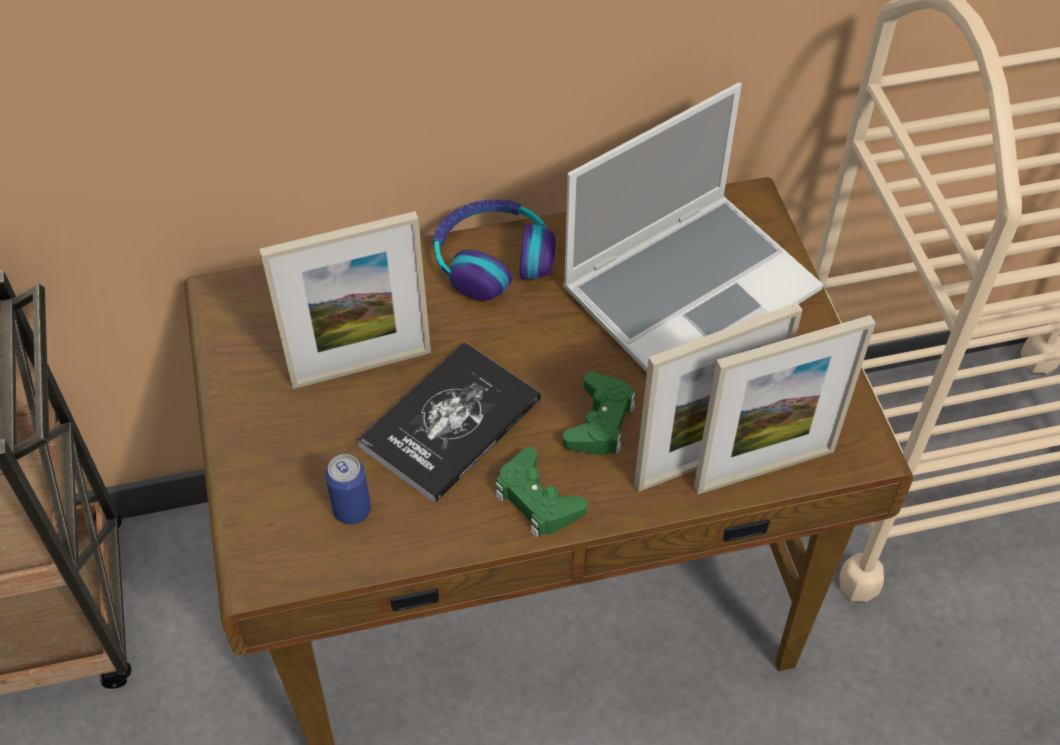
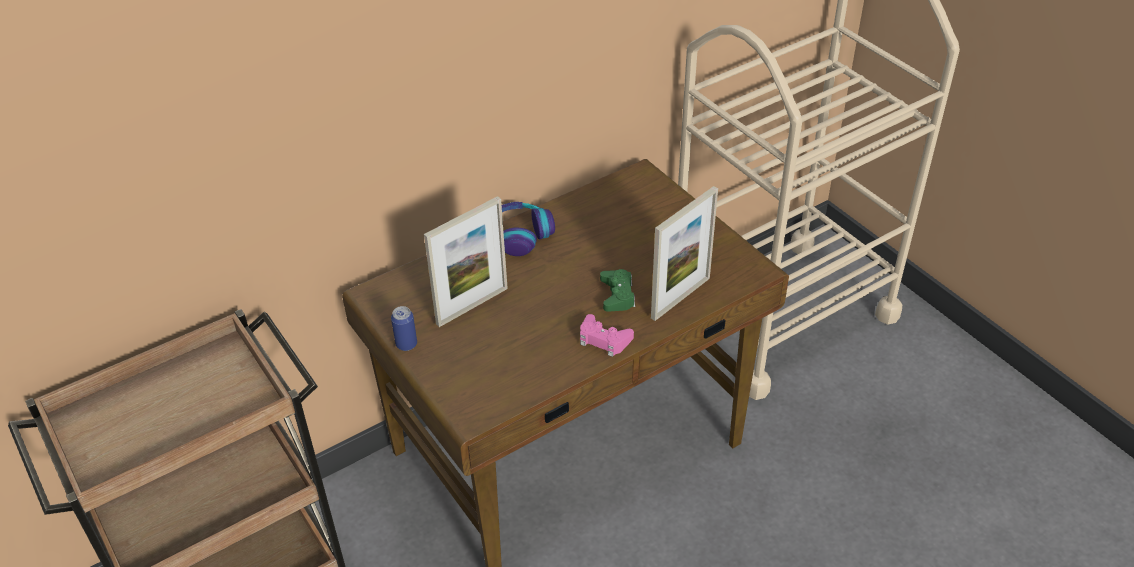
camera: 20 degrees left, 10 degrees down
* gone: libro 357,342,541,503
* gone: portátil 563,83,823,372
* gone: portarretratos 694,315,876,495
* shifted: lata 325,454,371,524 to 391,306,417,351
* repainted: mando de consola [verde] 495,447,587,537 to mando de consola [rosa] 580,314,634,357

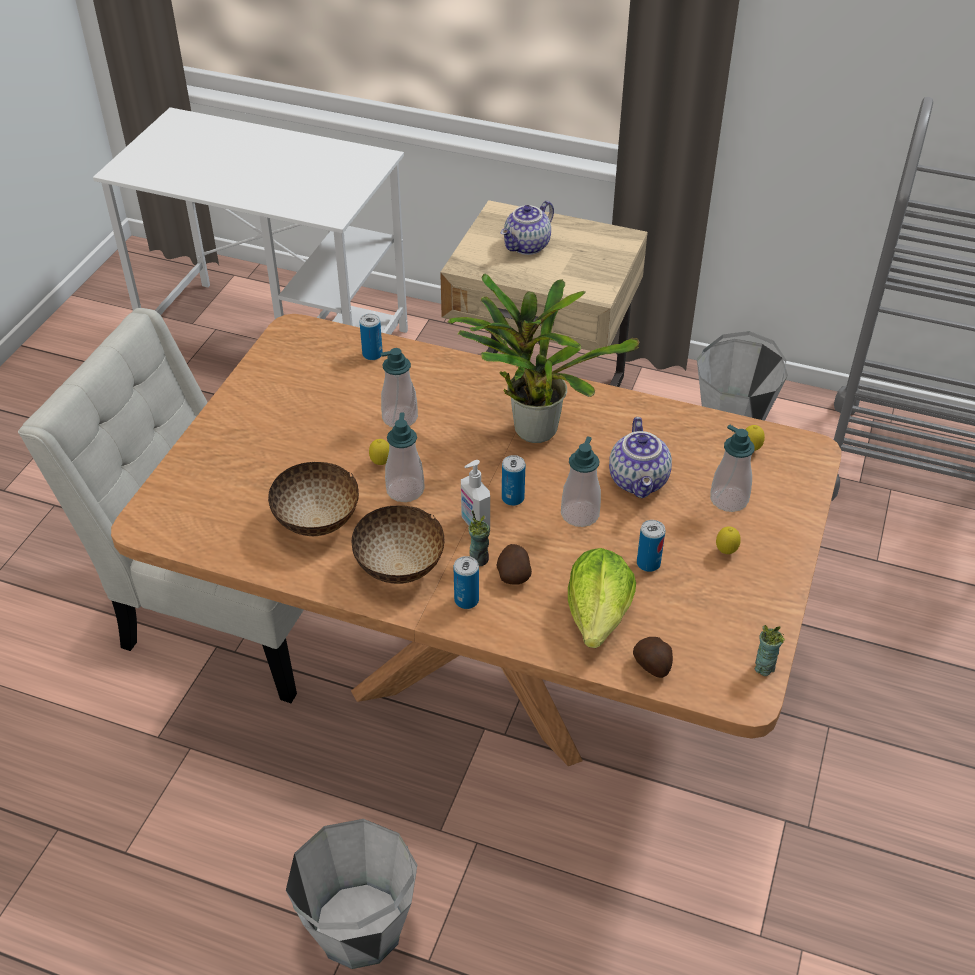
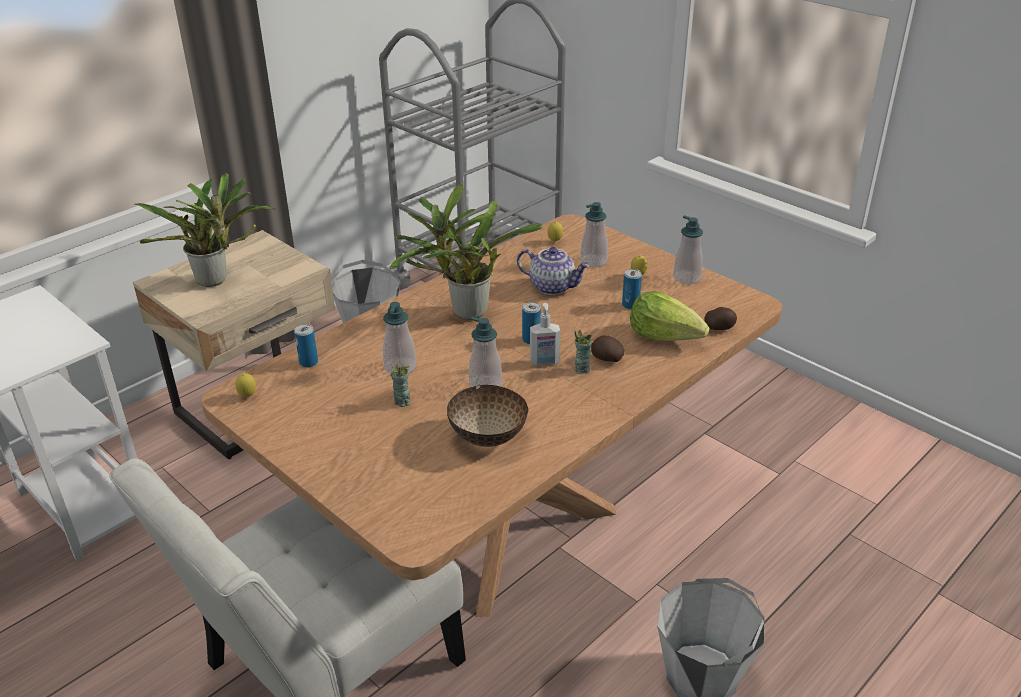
camera: 65 degrees left, 10 degrees down
* gone: cuenco 351,505,444,584
* gone: lata 453,556,479,609
* shifted: limón 369,439,389,465 to 235,373,256,397
* shifted: dispensador de jabón 561,437,601,527 to 673,215,703,285
* shifted: taza 755,625,785,676 to 391,364,410,407
* swapped: tetera 501,201,554,255 to planta en maceta 134,173,276,287

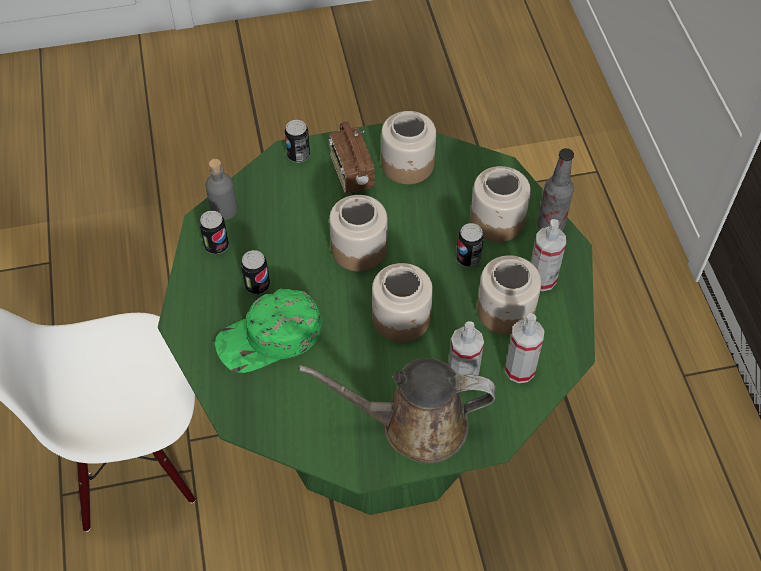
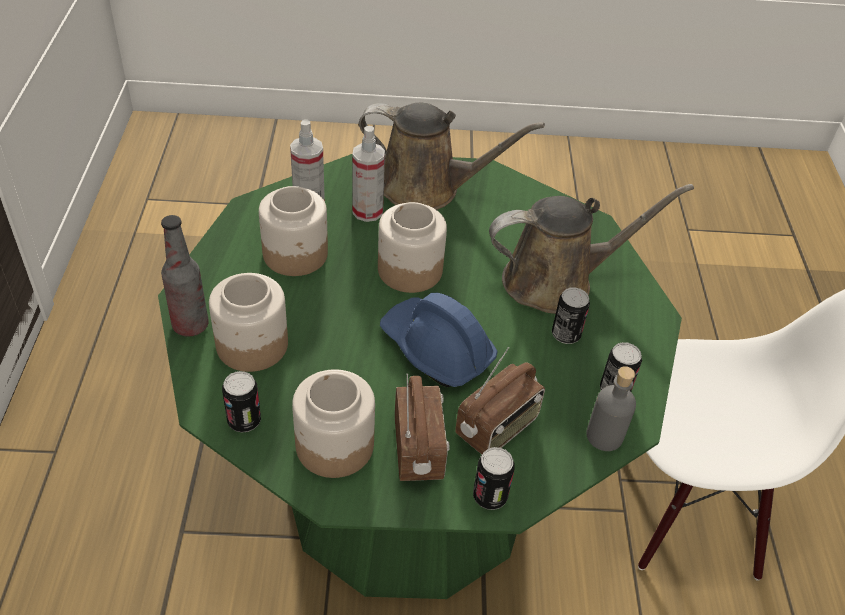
camera: 170 degrees left, 10 degrees down
* gone: pulverizador 531,219,566,291
* new: radio 455,347,545,455
* shifted: lata 456,223,484,267 to 222,371,261,433
* swapped: gorra [verde] 215,288,322,373 to regadera [marrón] 489,184,694,314
* swapped: tarro 329,195,388,272 to casco [azul] 380,293,498,387

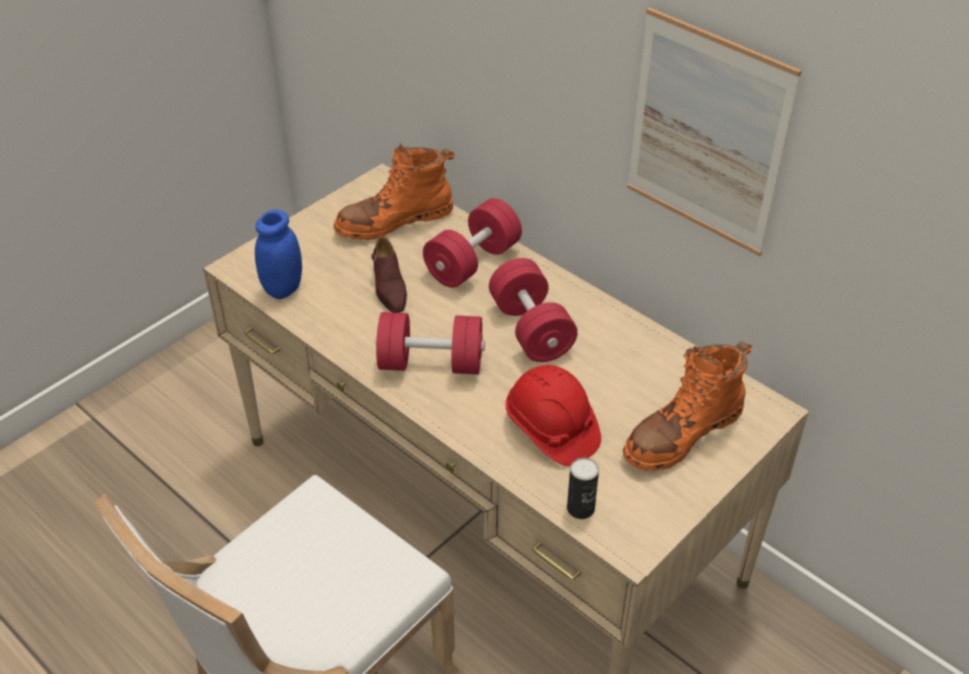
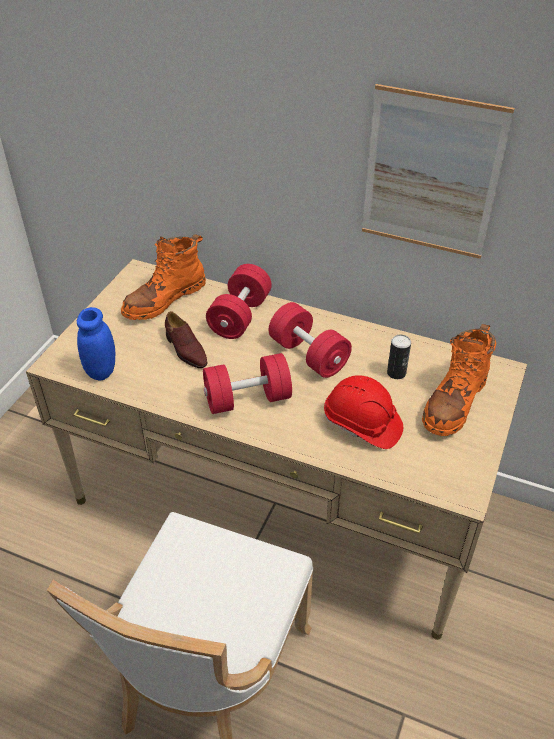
camera: 20 degrees left, 0 degrees up
* shifted: lata 567,457,599,519 to 387,335,411,379

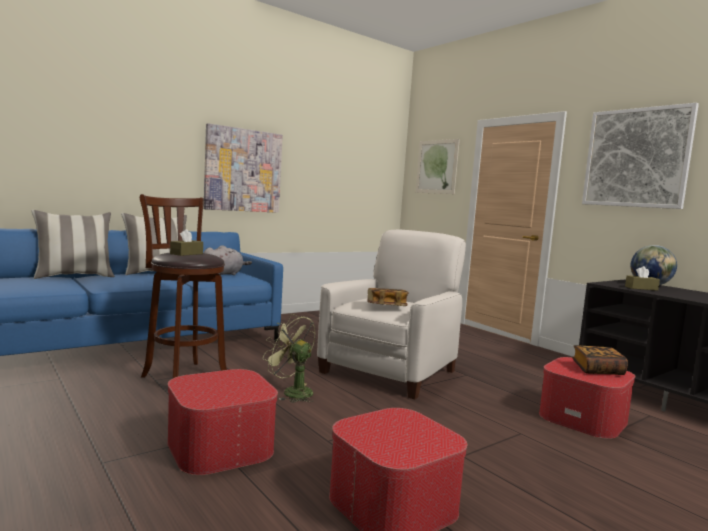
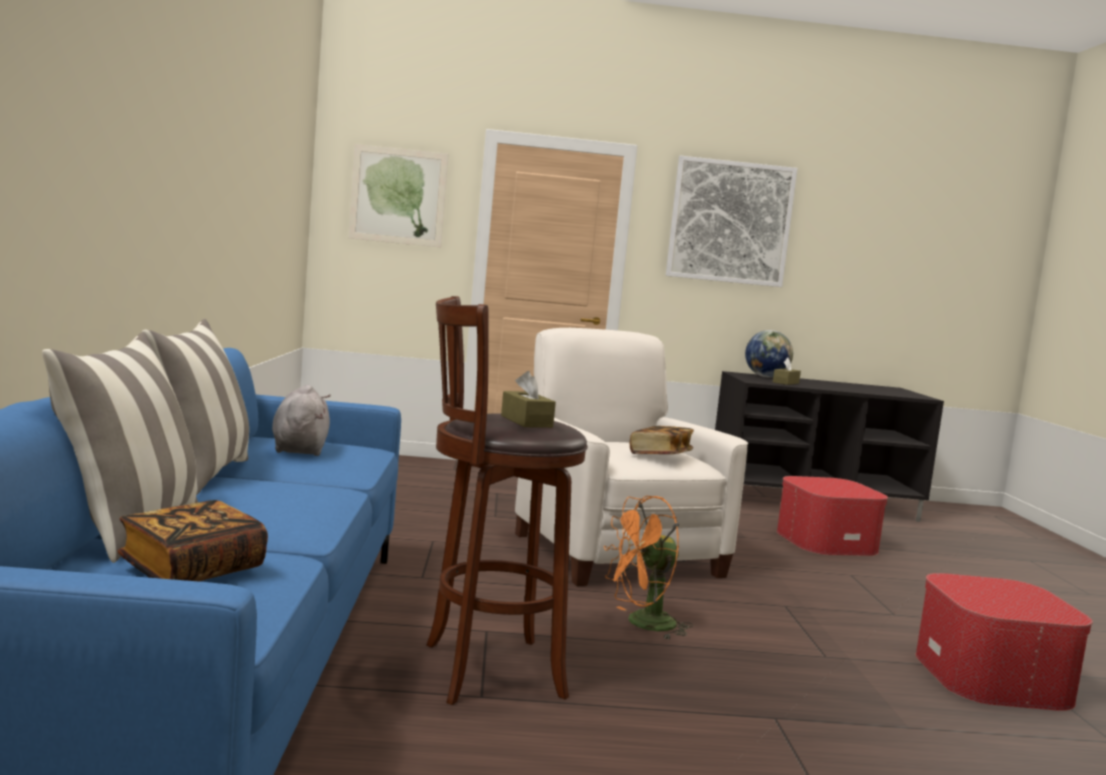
camera: 55 degrees left, 0 degrees up
* gone: puf 167,369,278,475
* gone: cuadro 203,123,283,213
* shifted: libro 572,345,628,375 to 118,500,268,582
* repainted: ventilador [verde] 263,314,316,403 to ventilador [naranja] 604,496,693,639

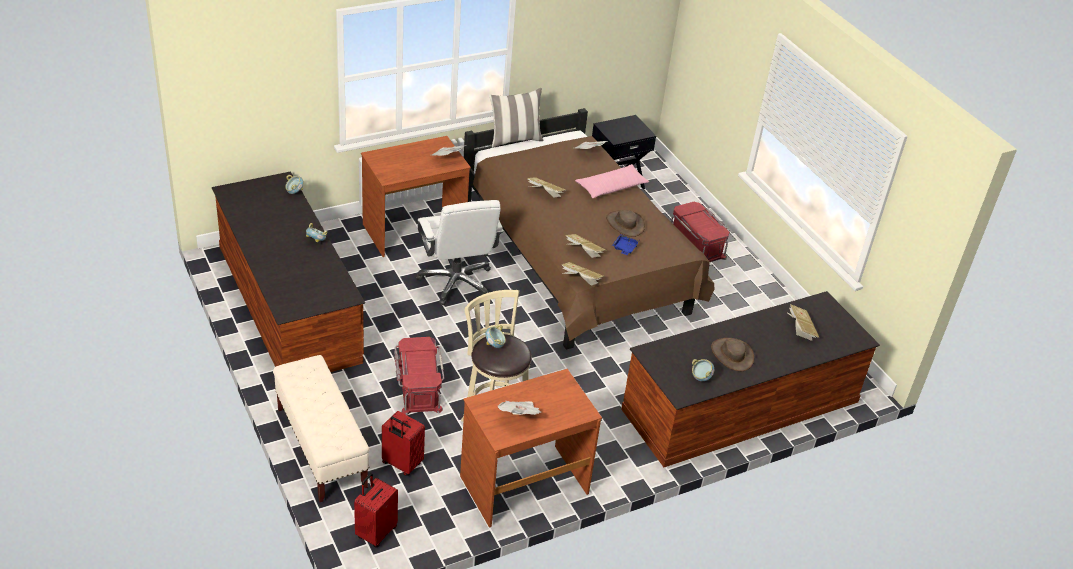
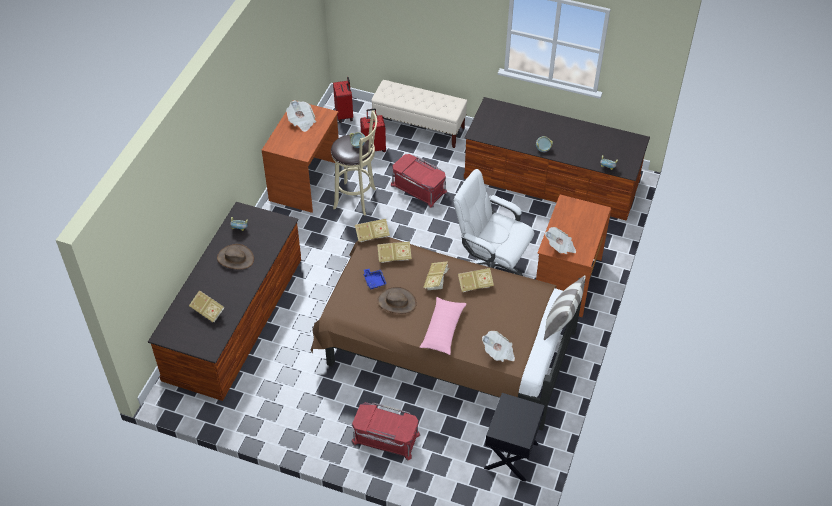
camera: 140 degrees right, 10 degrees up
* new: libro 423,261,449,290

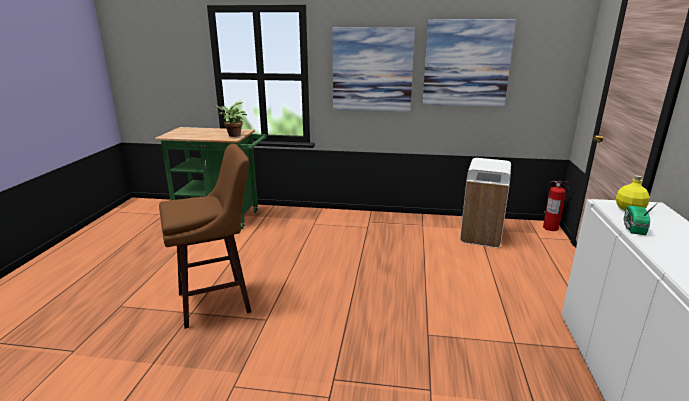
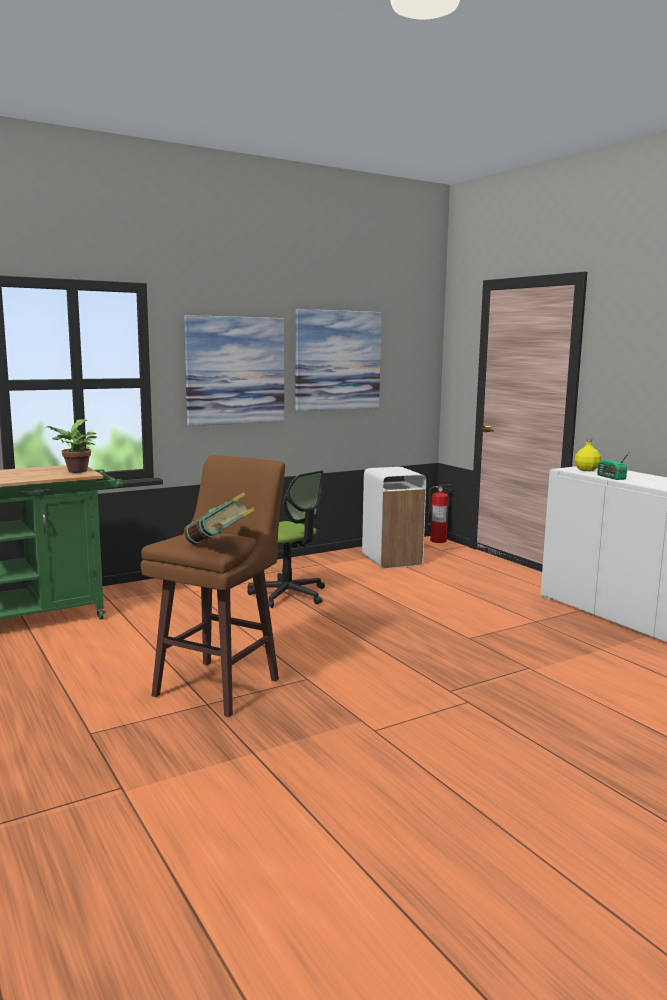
camera: 40 degrees left, 10 degrees down
* new: libro 184,492,255,545
* new: silla de oficina 247,470,325,608

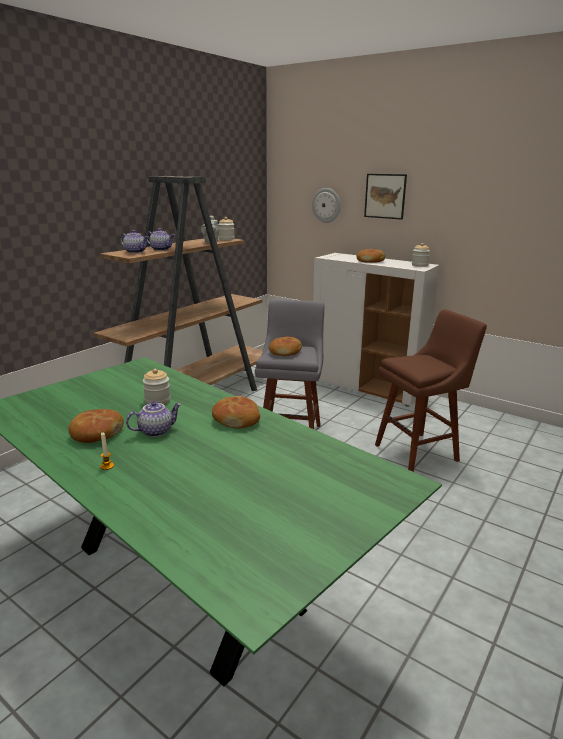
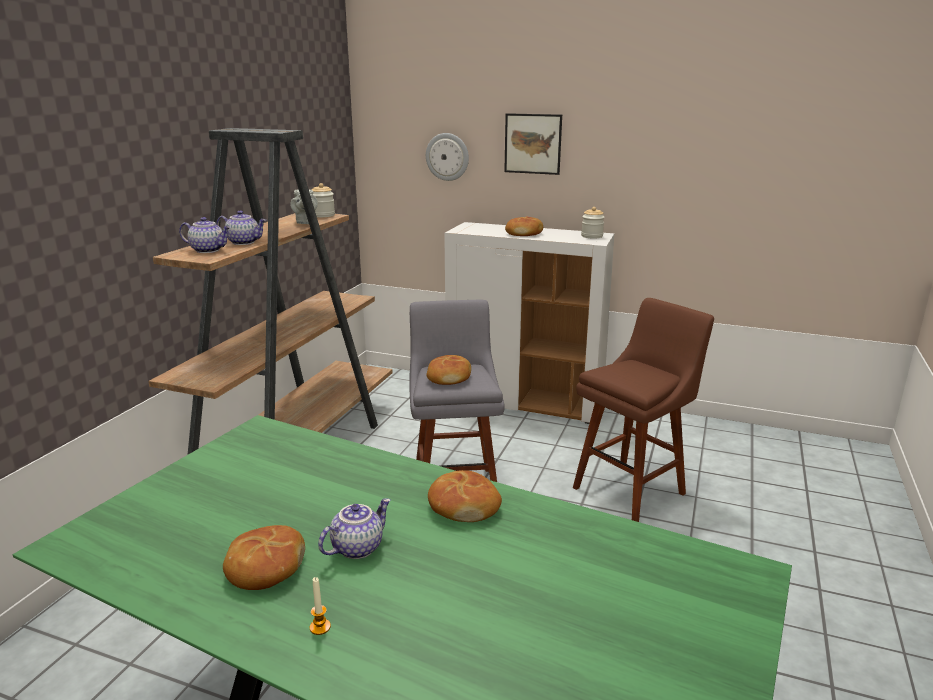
camera: 15 degrees left, 0 degrees up
* gone: tarro 143,369,171,405

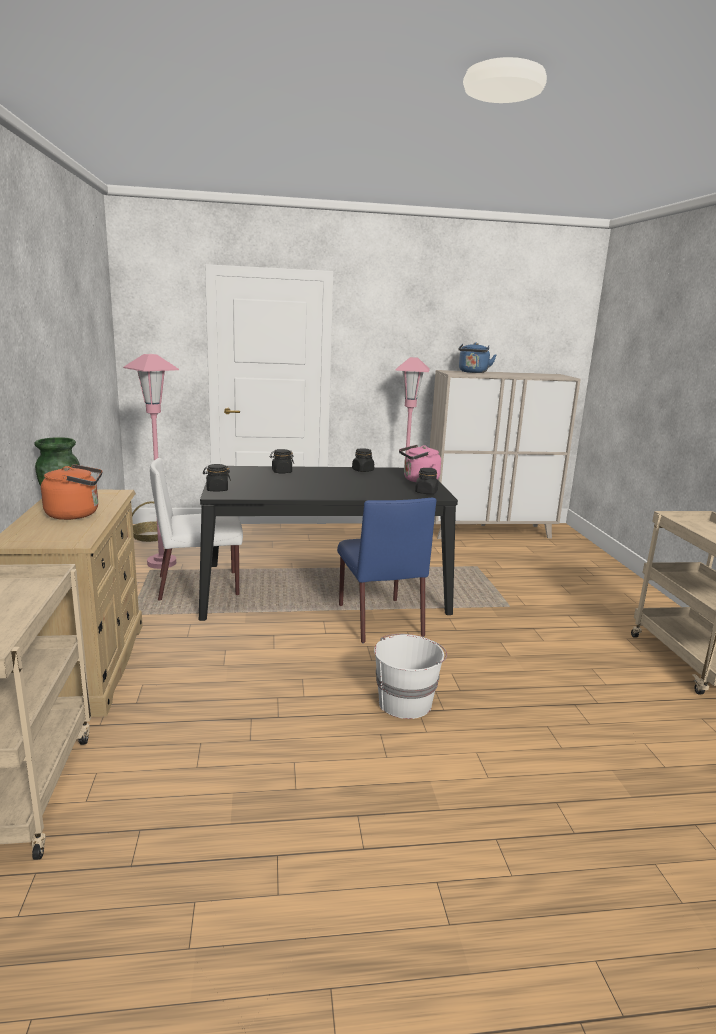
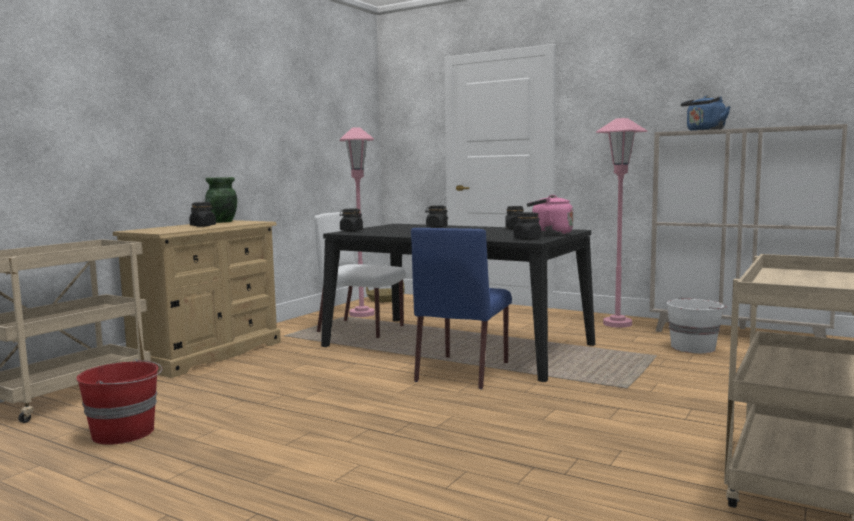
camera: 40 degrees right, 10 degrees down
* new: cubo [rojo] 76,359,162,445
* shifted: cubo [blanco] 374,634,447,719 to 667,297,727,353
* swapped: hervidor [naranja] 41,464,103,520 to tarro [negro] 189,202,216,227

